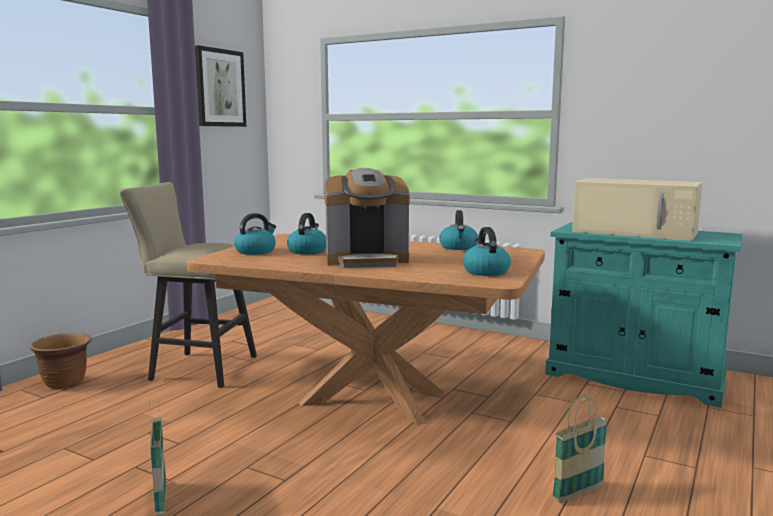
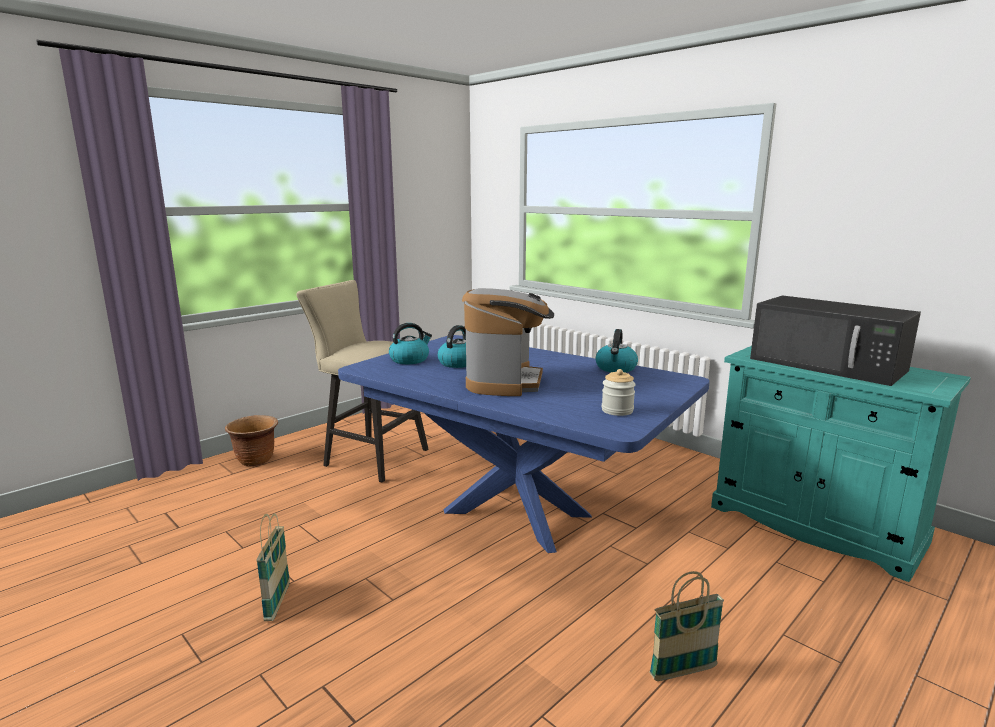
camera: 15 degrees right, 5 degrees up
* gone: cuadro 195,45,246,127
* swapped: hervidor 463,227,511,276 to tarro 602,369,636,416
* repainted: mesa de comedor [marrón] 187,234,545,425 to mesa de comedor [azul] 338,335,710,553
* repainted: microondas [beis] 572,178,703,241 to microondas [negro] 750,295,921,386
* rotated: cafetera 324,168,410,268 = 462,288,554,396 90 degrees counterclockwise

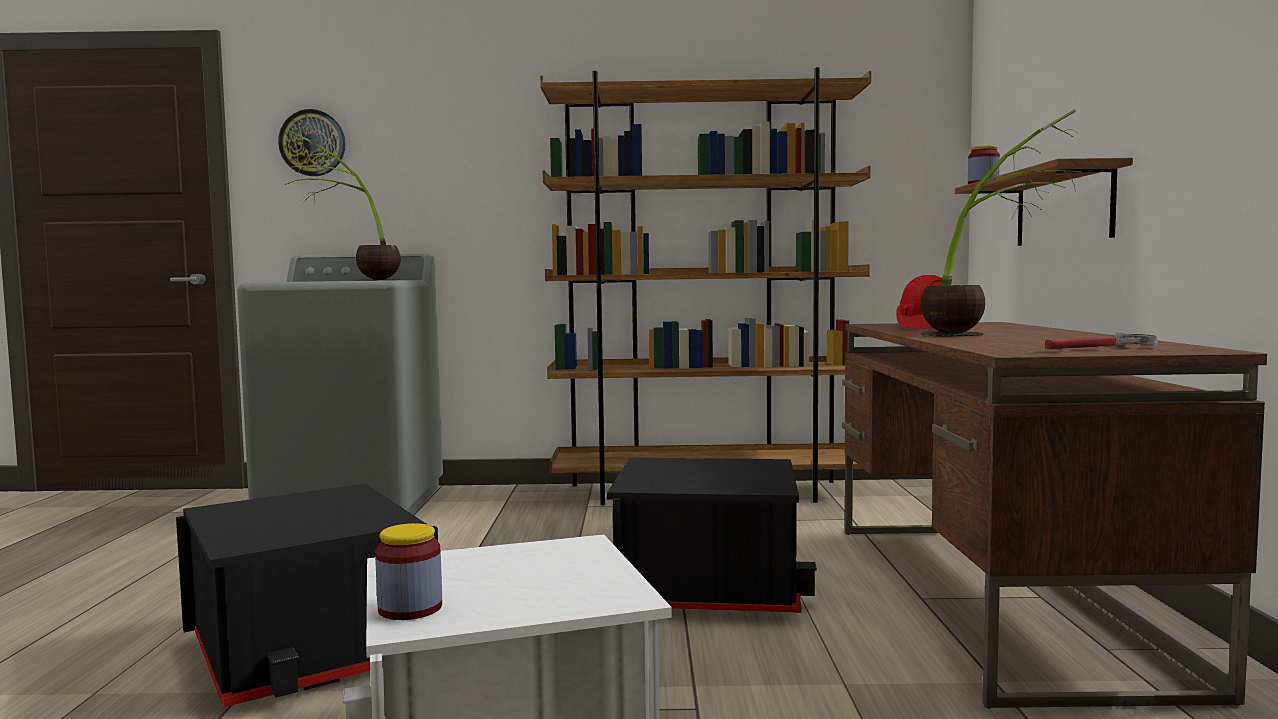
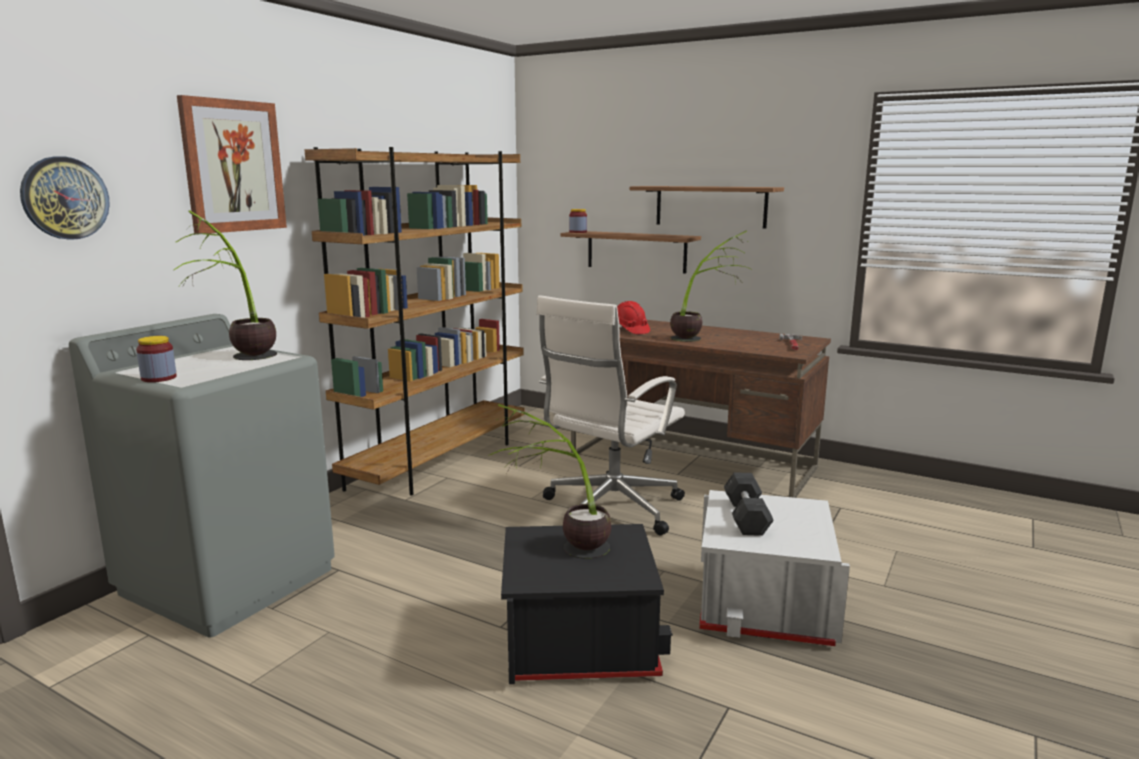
camera: 60 degrees left, 10 degrees up
* new: cuadro 177,95,287,233
* new: planta en maceta 488,404,611,559
* new: estante 630,186,784,229
* new: mancuerna [gris] 724,472,774,536
* shifted: tarro 375,523,442,620 to 136,336,177,382
* swapped: caja de almacenaje [negro] 607,458,817,613 to silla de oficina [blanco] 536,295,685,535

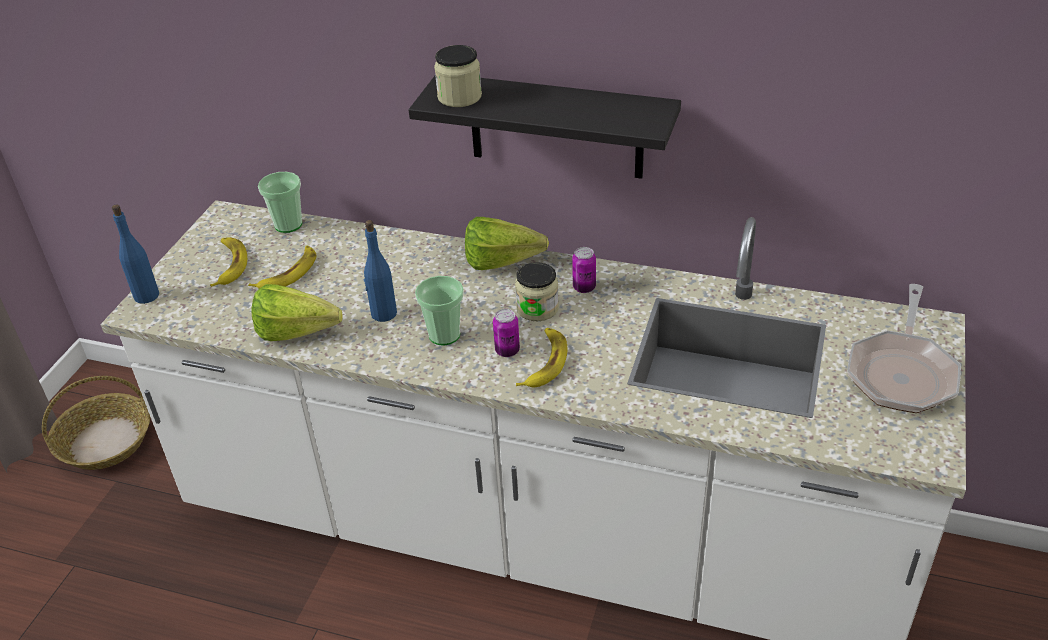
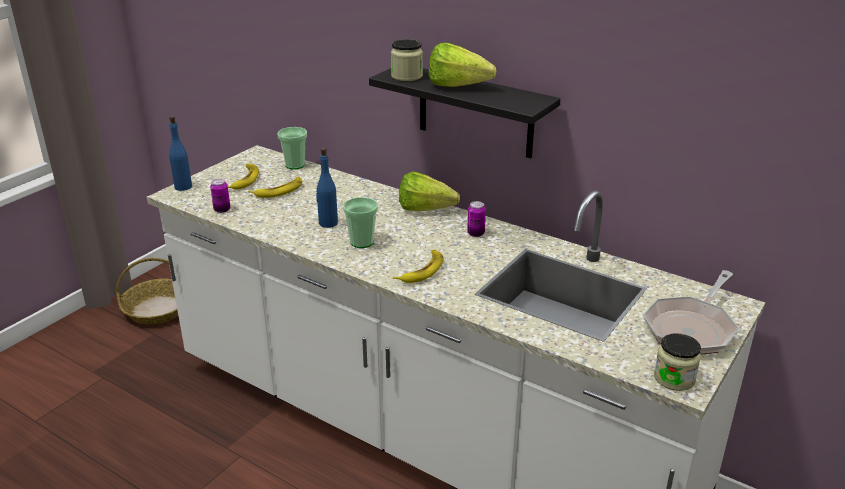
camera: 15 degrees right, 10 degrees down
* shifted: lechuga 251,284,343,341 to 429,43,496,87
* shifted: lata 493,309,520,357 to 210,179,230,213
* shifted: tarro 515,262,559,321 to 654,333,701,391

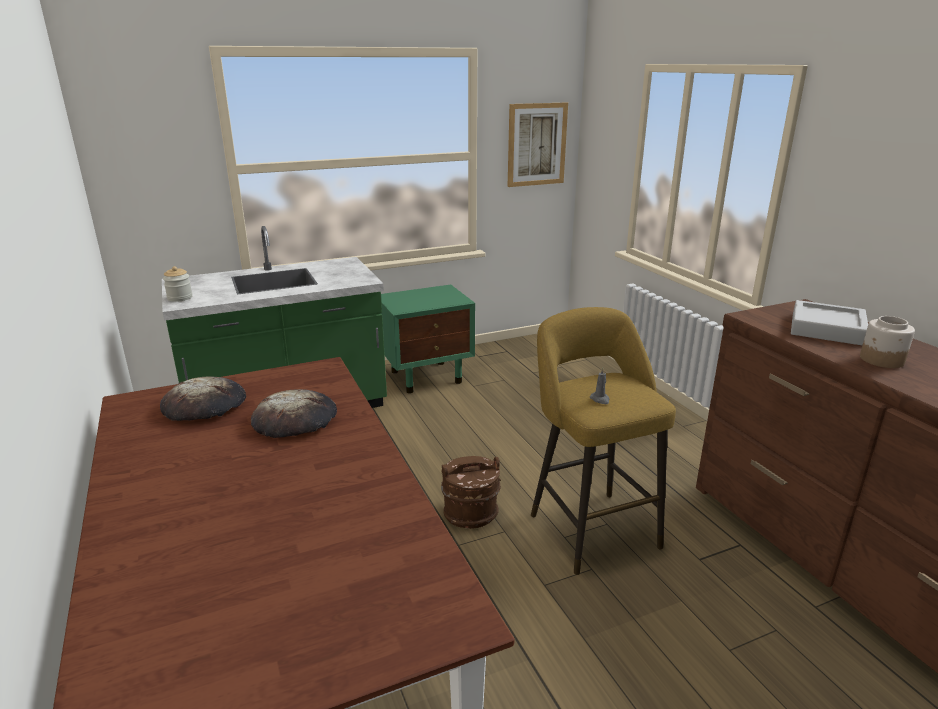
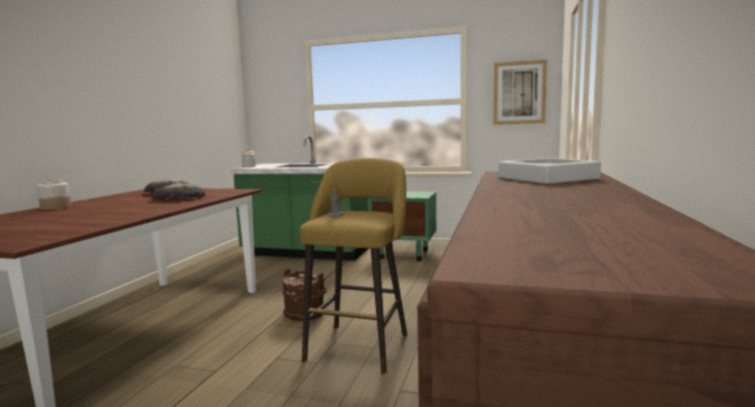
camera: 40 degrees right, 15 degrees down
* shifted: tarro 860,316,915,368 to 37,179,71,210

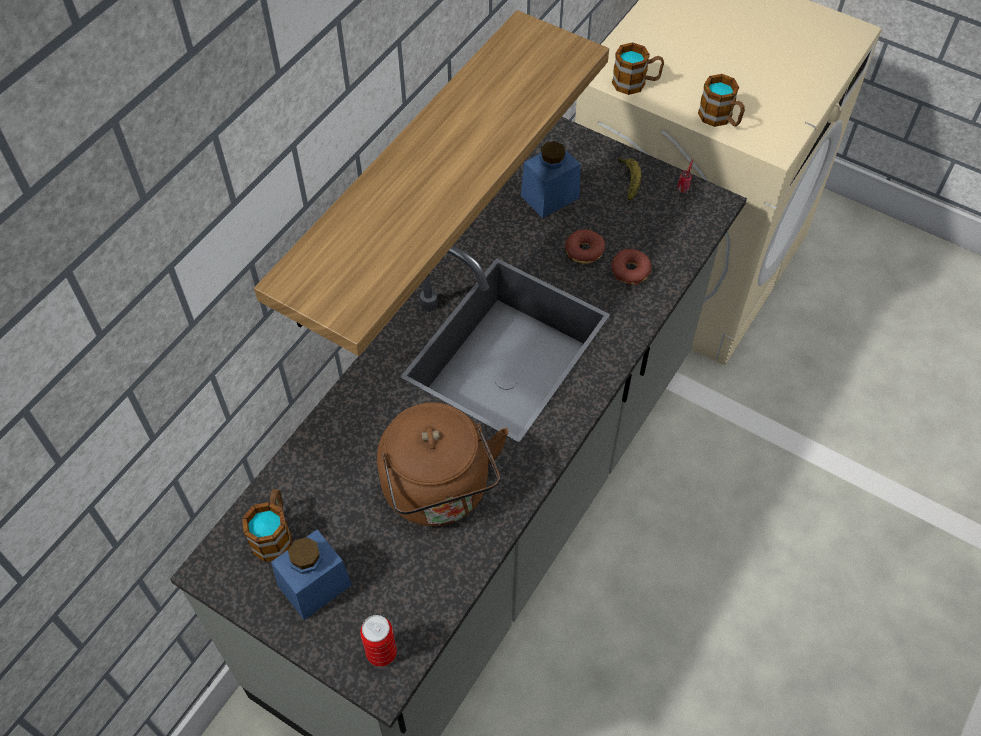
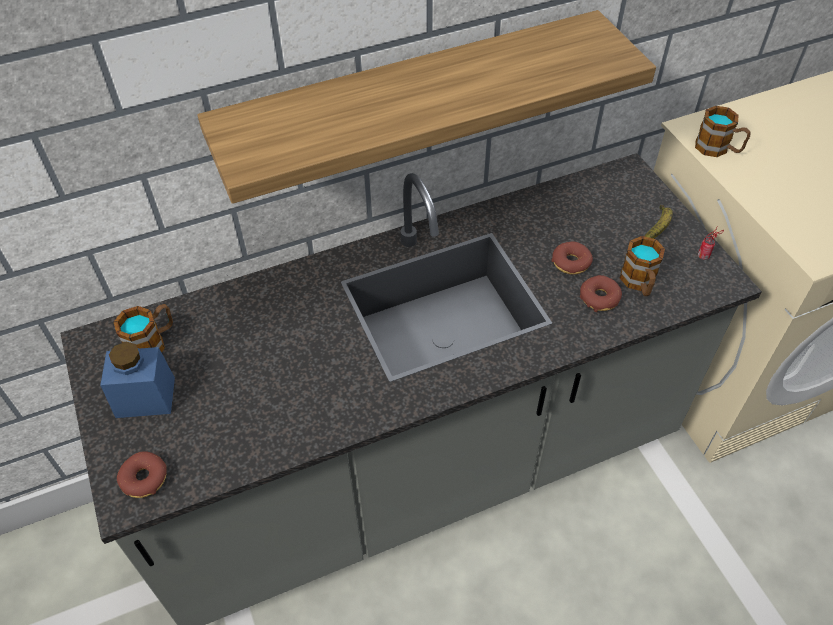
camera: 35 degrees right, 5 degrees down
* gone: hervidor [marrón] 377,402,509,526
* gone: tarro [azul] 521,141,581,218
* shifted: taza grande 698,74,745,127 to 620,236,665,296
* swapped: lata 360,615,397,667 to rosquilla 117,451,167,498

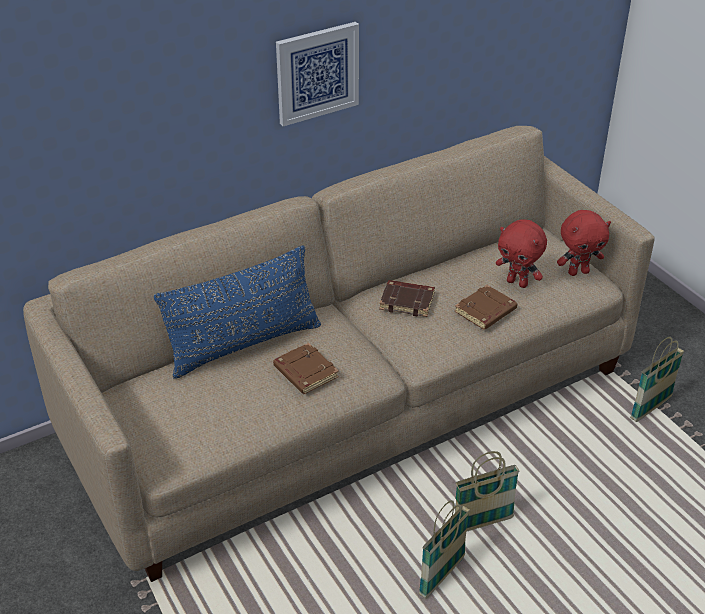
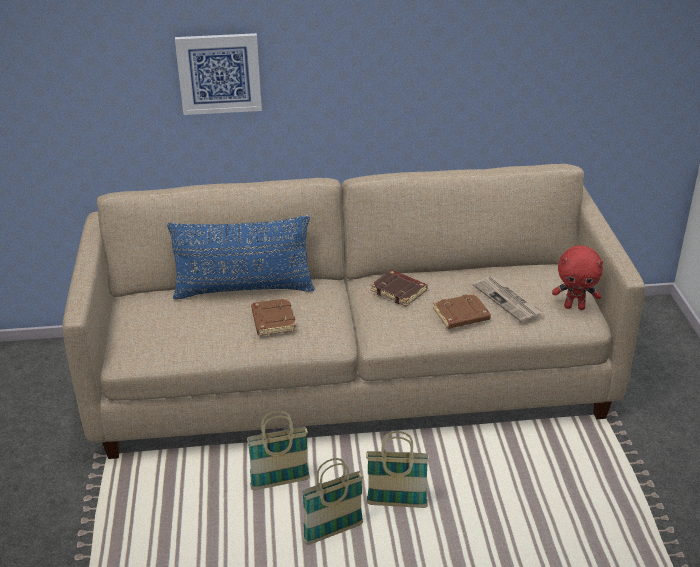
camera: 25 degrees right, 5 degrees down
* shifted: cuadro 276,22,359,126 to 175,33,262,115
* shifted: cesta 630,337,684,422 to 247,411,310,491
* swapped: peluche [rojo] 496,219,547,288 to periódico 473,276,543,323

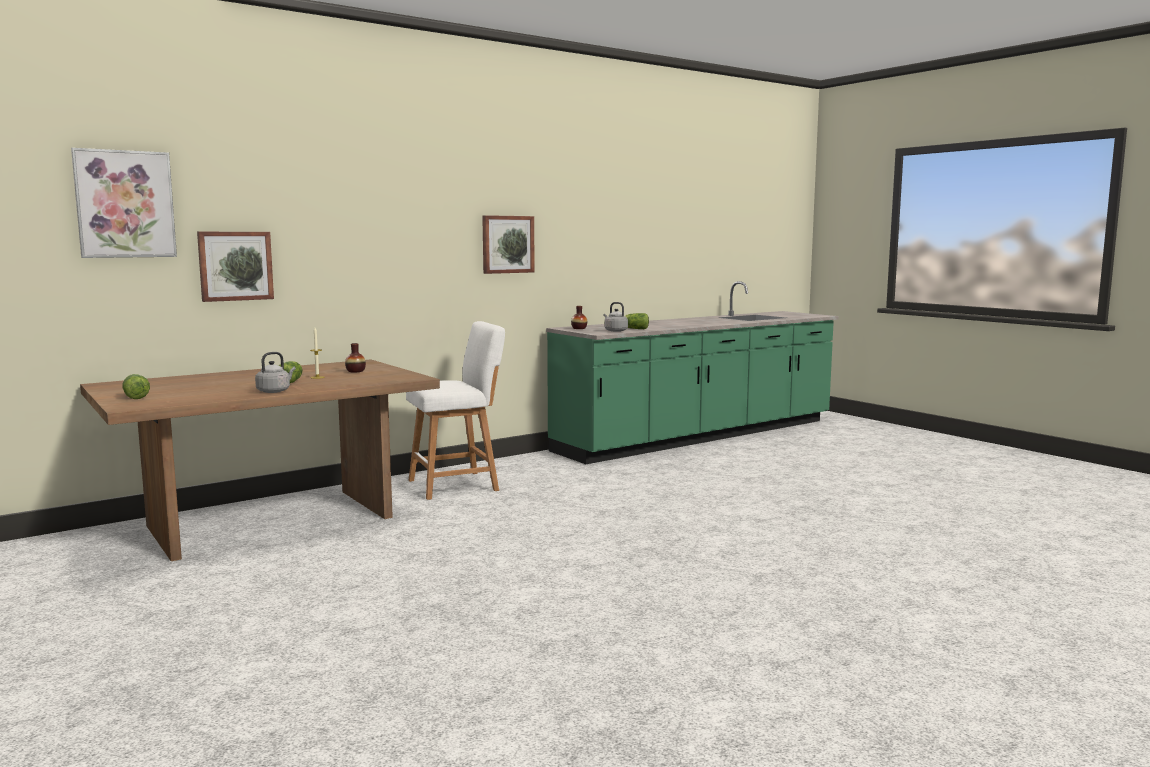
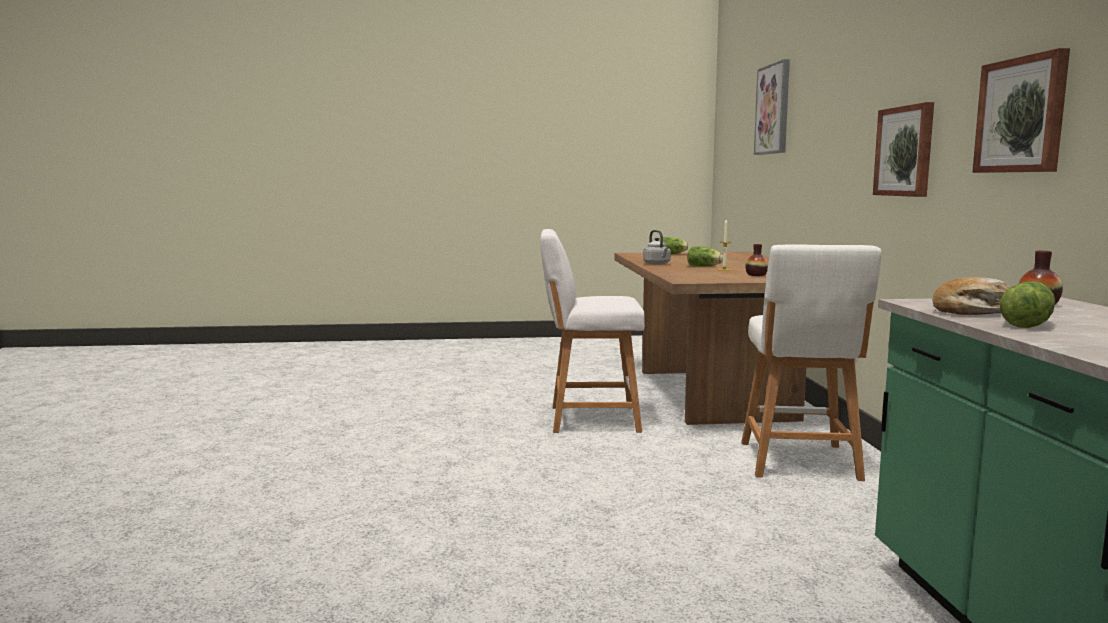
camera: 120 degrees right, 0 degrees up
* new: taburete [blanco] 540,229,645,433
* shifted: cuadro 197,232,274,302 to 873,102,934,197
* swapped: hervidor [gris] 604,302,628,332 to pan 933,277,1010,315

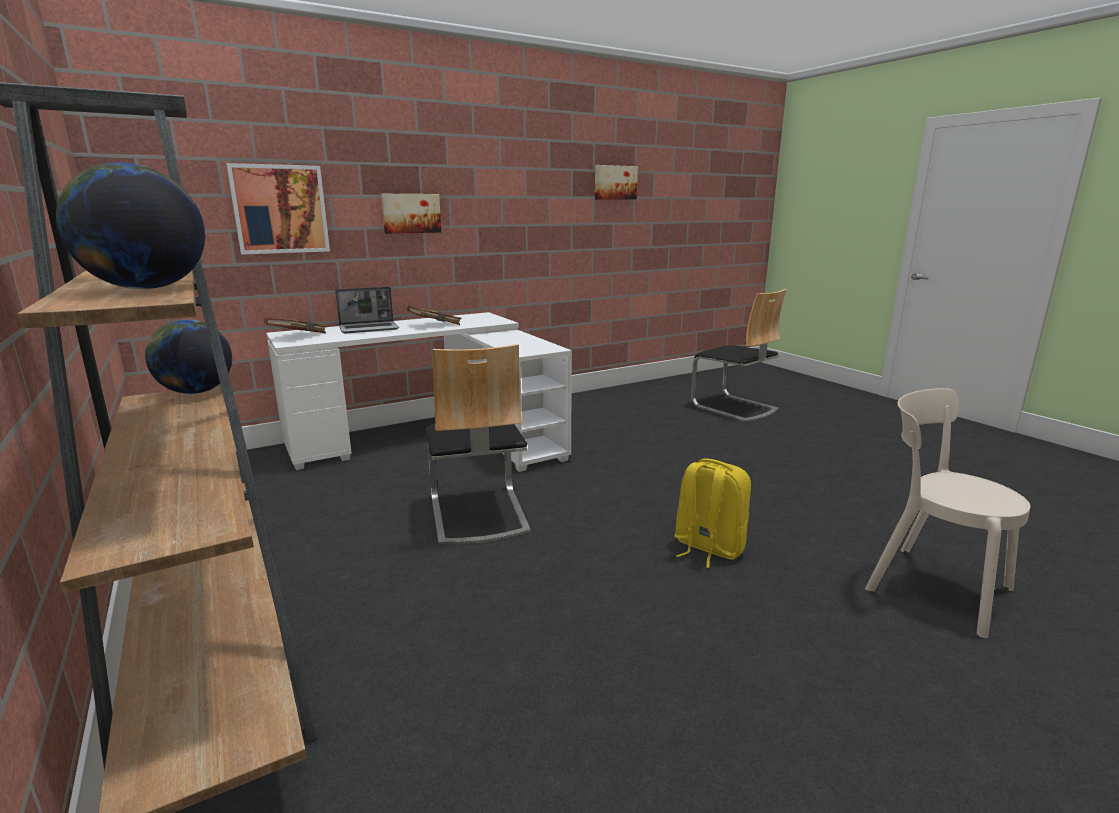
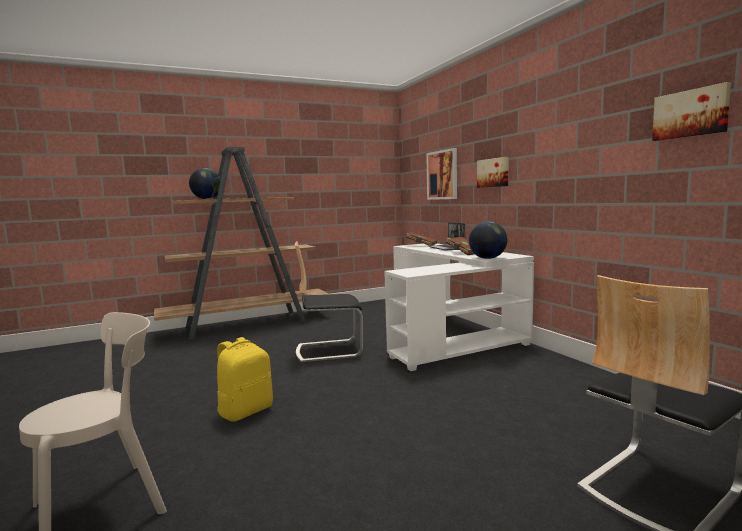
camera: 95 degrees right, 10 degrees down
* shifted: globo terráqueo 145,320,232,394 to 469,222,507,259

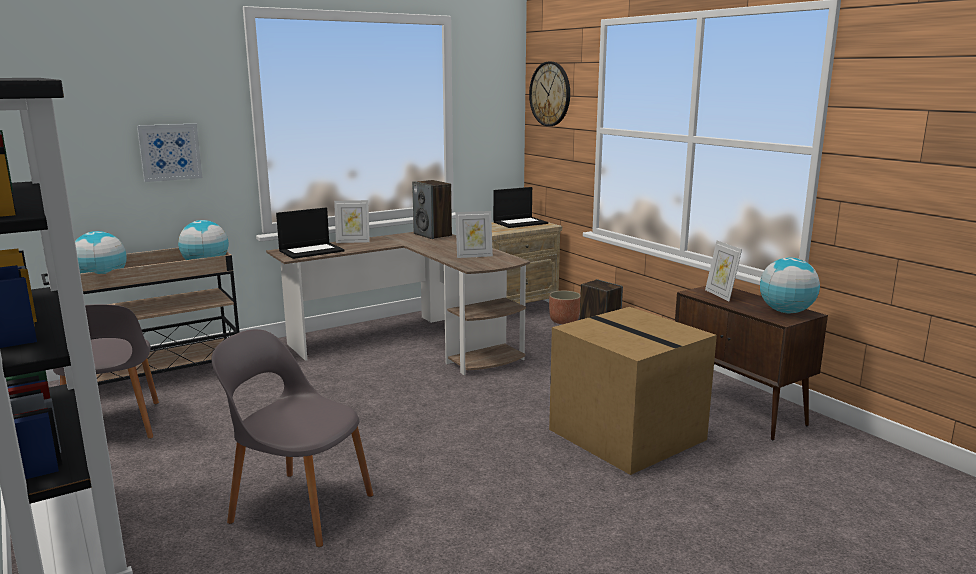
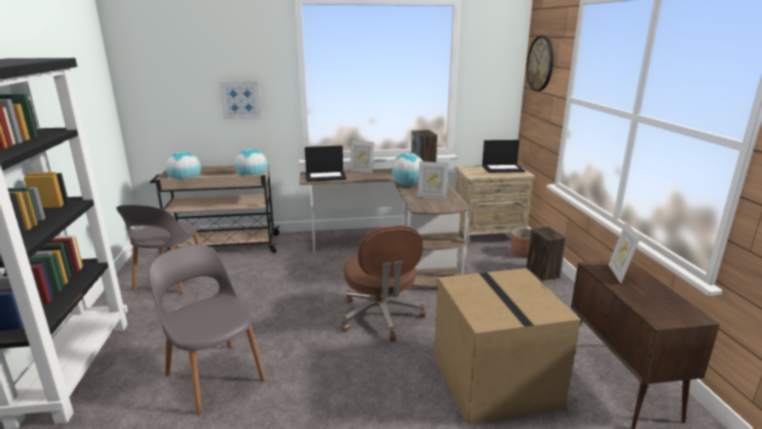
camera: 25 degrees right, 5 degrees up
* new: silla de oficina [marrón] 341,225,425,342
* shifted: globo terráqueo 760,257,820,314 to 392,153,422,186

